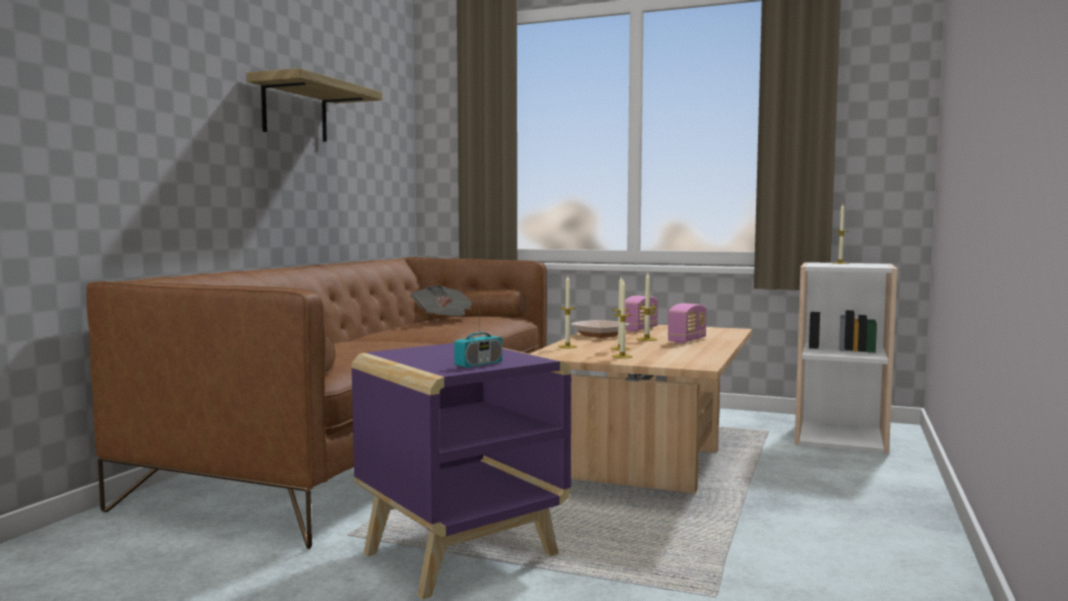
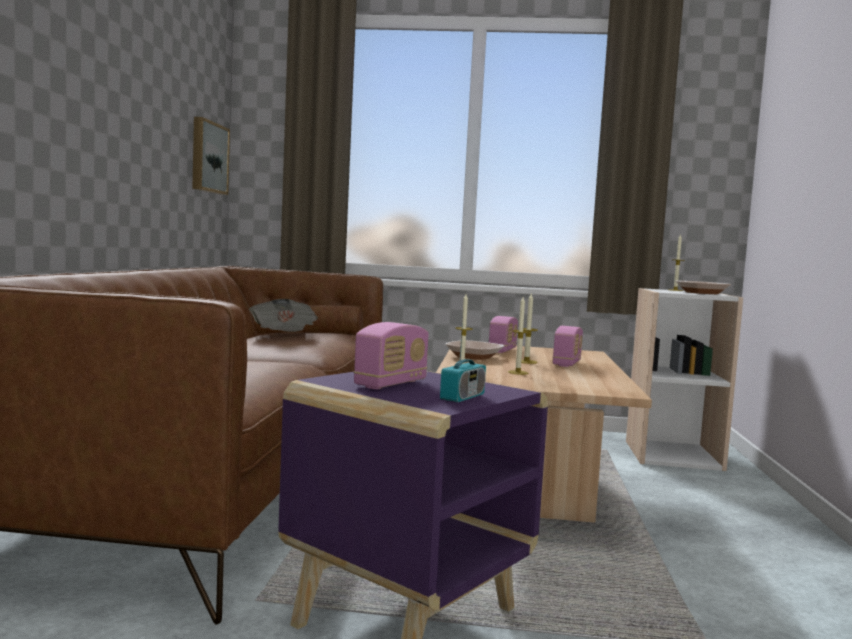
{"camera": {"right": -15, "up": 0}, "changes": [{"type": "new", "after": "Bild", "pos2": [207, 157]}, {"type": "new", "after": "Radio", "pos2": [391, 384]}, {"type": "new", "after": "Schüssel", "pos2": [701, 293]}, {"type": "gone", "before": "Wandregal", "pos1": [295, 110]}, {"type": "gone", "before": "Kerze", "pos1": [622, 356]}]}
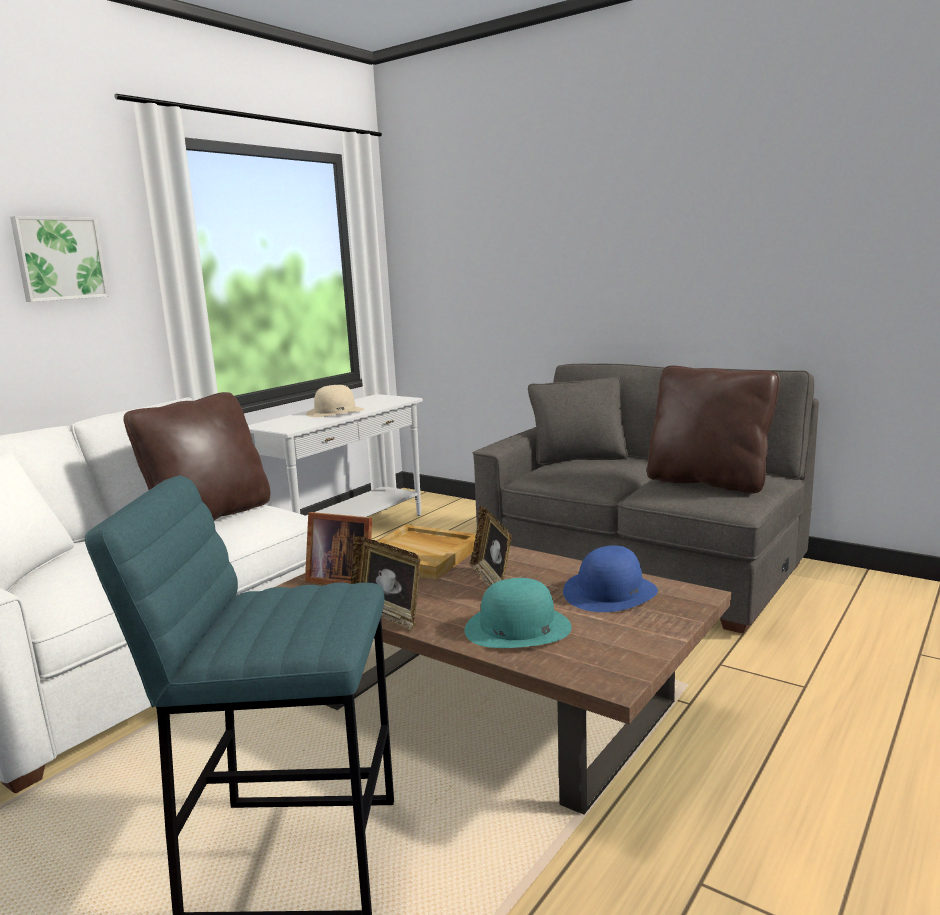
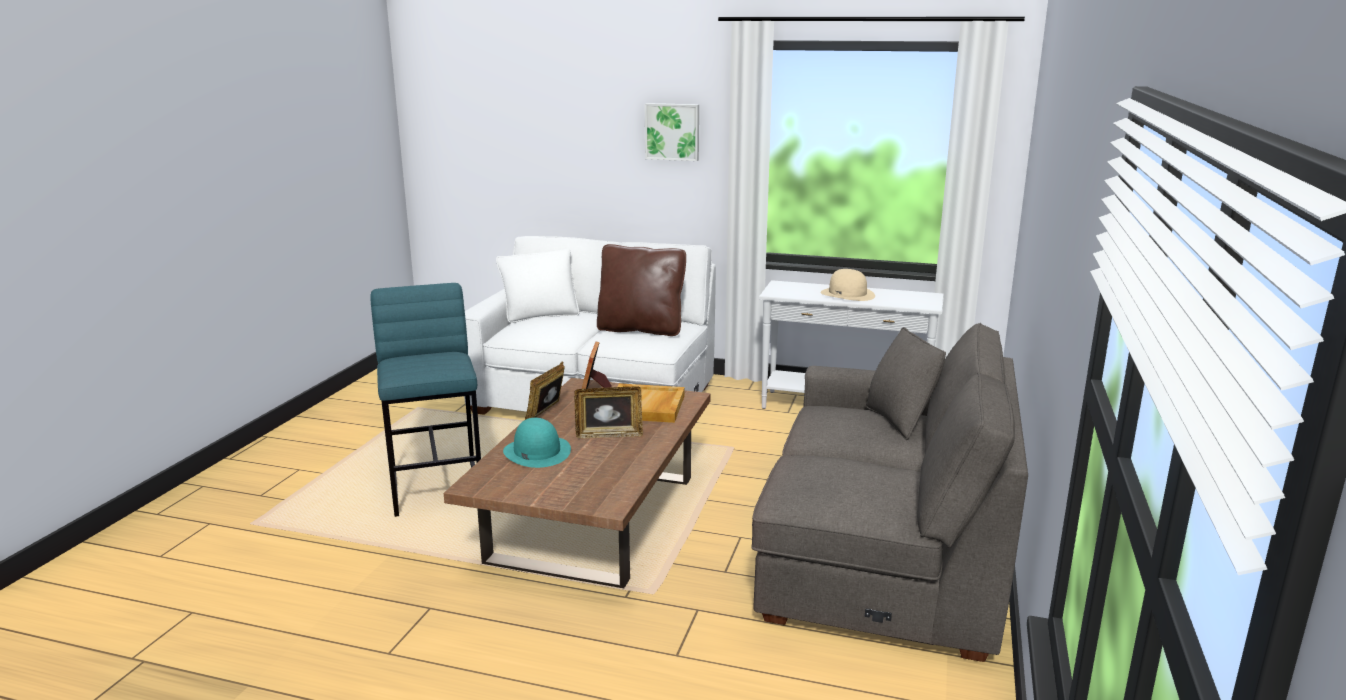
{"camera": {"right": 70, "up": 5}, "changes": [{"type": "rotated", "before": "Bilderrahmen", "pos1": [492, 581], "pos2": [609, 435], "turn": -150}, {"type": "gone", "before": "Hut/blau", "pos1": [610, 591]}, {"type": "gone", "before": "Kissen/braun", "pos1": [708, 481]}]}
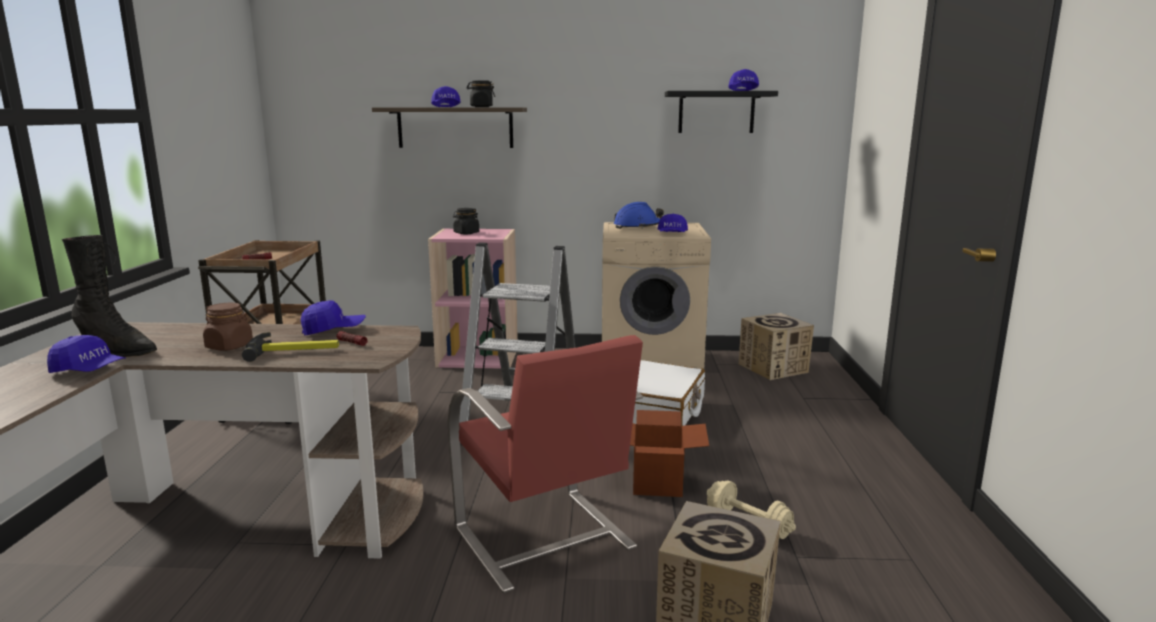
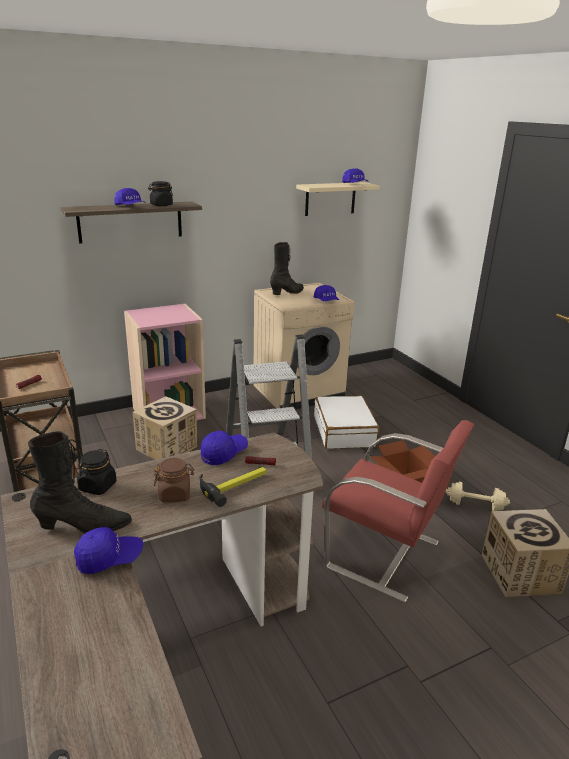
{"camera": {"right": -30, "up": 10}, "changes": [{"type": "shifted", "before": "Vorratsglas/schwarz", "pos1": [466, 233], "pos2": [97, 486]}, {"type": "shifted", "before": "Karton", "pos1": [773, 368], "pos2": [167, 448]}, {"type": "swapped", "before": "Schutzhelm/blau", "after": "Stiefel/schwarz", "pos1": [637, 226], "pos2": [287, 293]}, {"type": "repainted", "before": "Wandregal/schwarz", "after": "Wandregal/beige", "pos1": [716, 112], "pos2": [330, 199]}]}
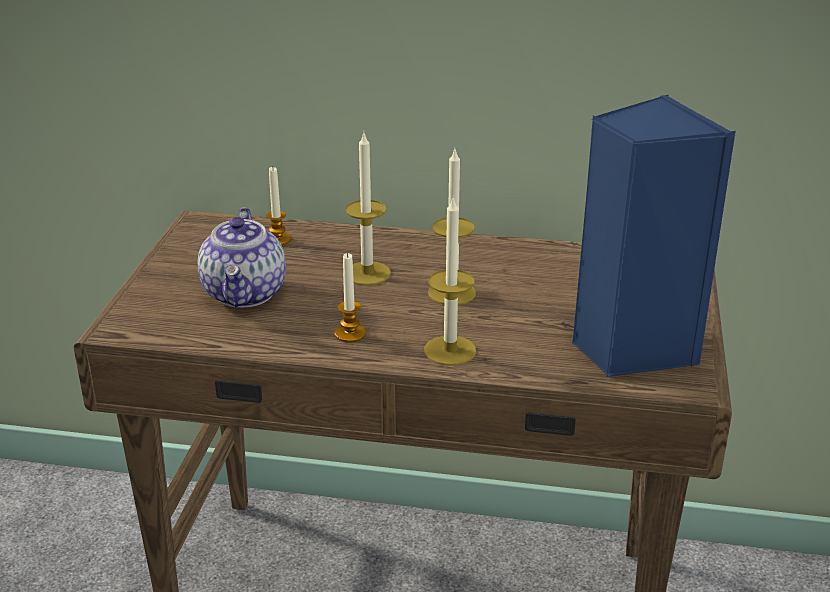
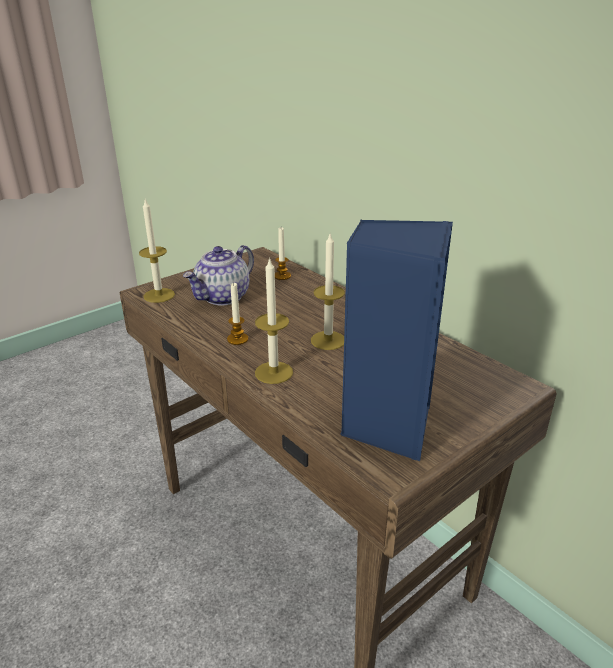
{"camera": {"right": 40, "up": 0}, "changes": [{"type": "shifted", "before": "Kerze", "pos1": [367, 273], "pos2": [159, 295]}]}
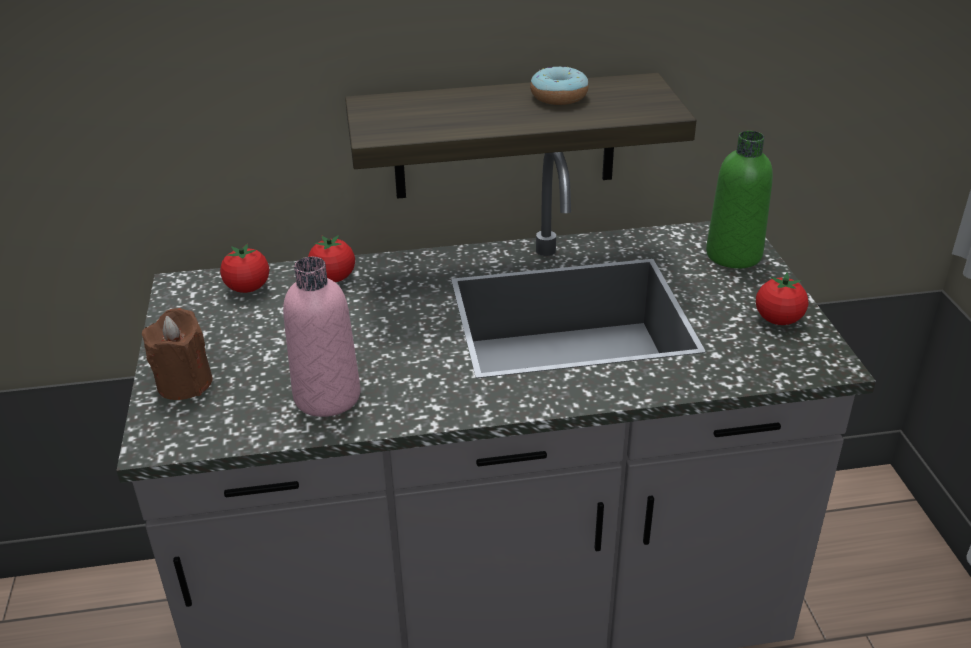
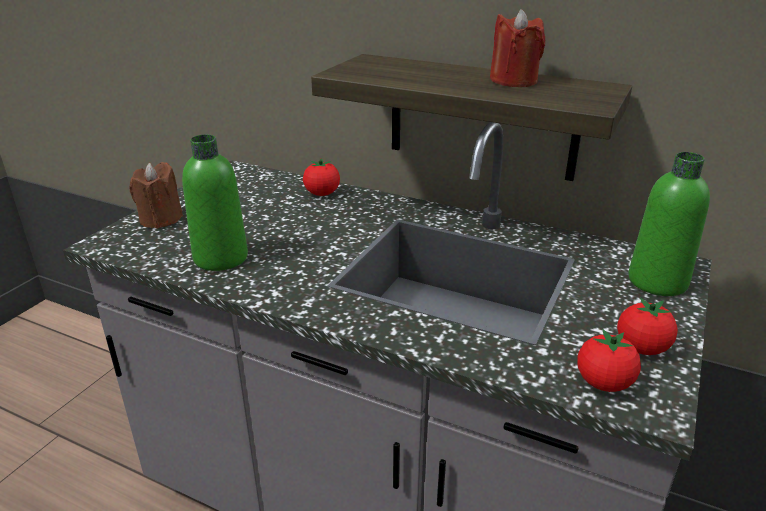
{"camera": {"right": 35, "up": -5}, "changes": [{"type": "repainted", "before": "Flasche/rosa", "after": "Flasche/grün", "pos1": [327, 396], "pos2": [221, 258]}, {"type": "swapped", "before": "Donut", "after": "Kerze/rot", "pos1": [559, 96], "pos2": [513, 81]}, {"type": "shifted", "before": "Tomate", "pos1": [248, 288], "pos2": [603, 383]}]}
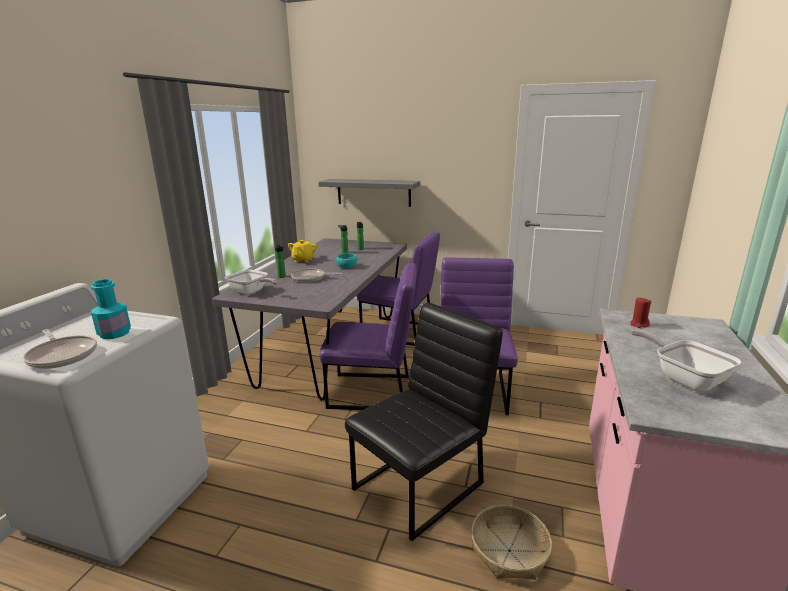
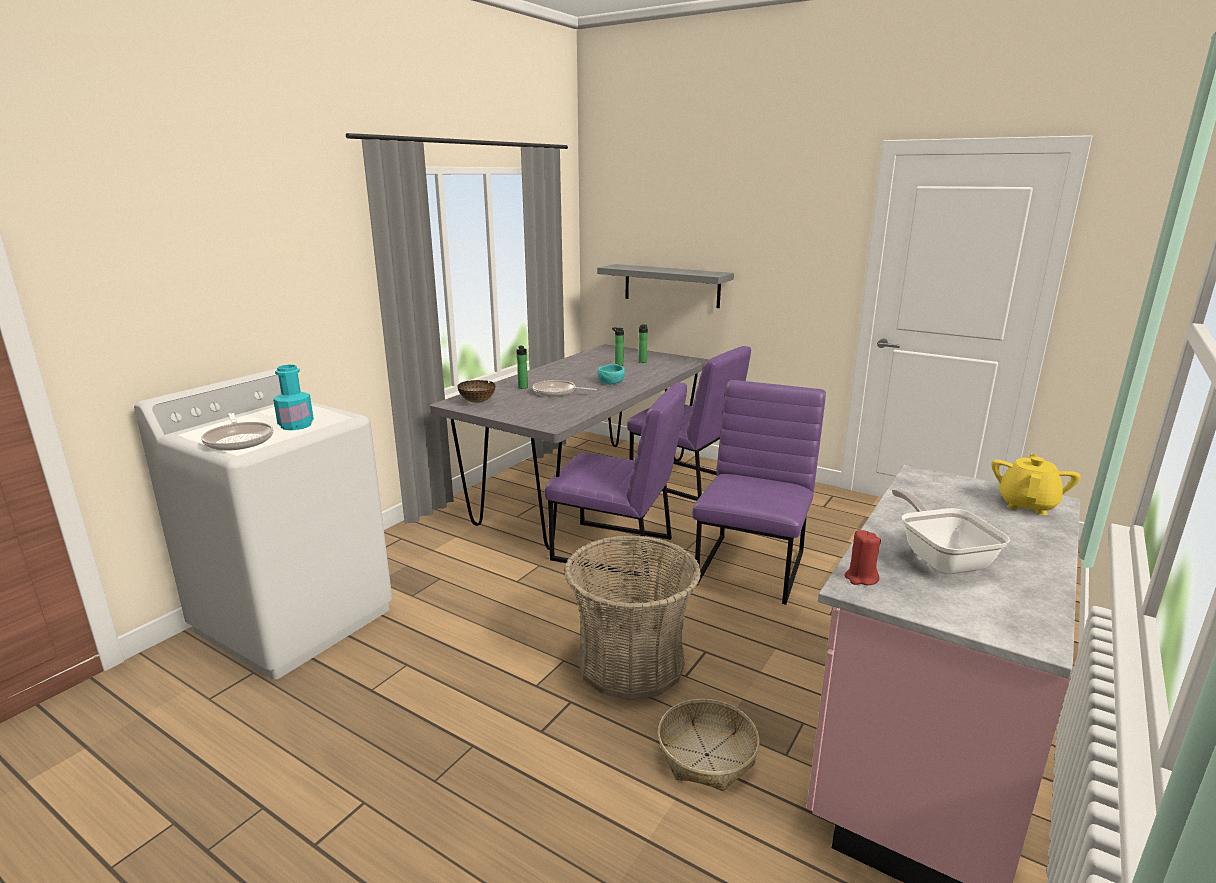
{"camera": {"right": 15, "up": 0}, "changes": [{"type": "swapped", "before": "Pfanne", "after": "Schüssel", "pos1": [251, 292], "pos2": [477, 402]}, {"type": "swapped", "before": "Stuhl/schwarz", "after": "Korb", "pos1": [421, 484], "pos2": [631, 663]}, {"type": "shifted", "before": "Kerze/rot", "pos1": [639, 324], "pos2": [861, 578]}, {"type": "shifted", "before": "Teekanne/gelb", "pos1": [303, 260], "pos2": [1027, 505]}]}
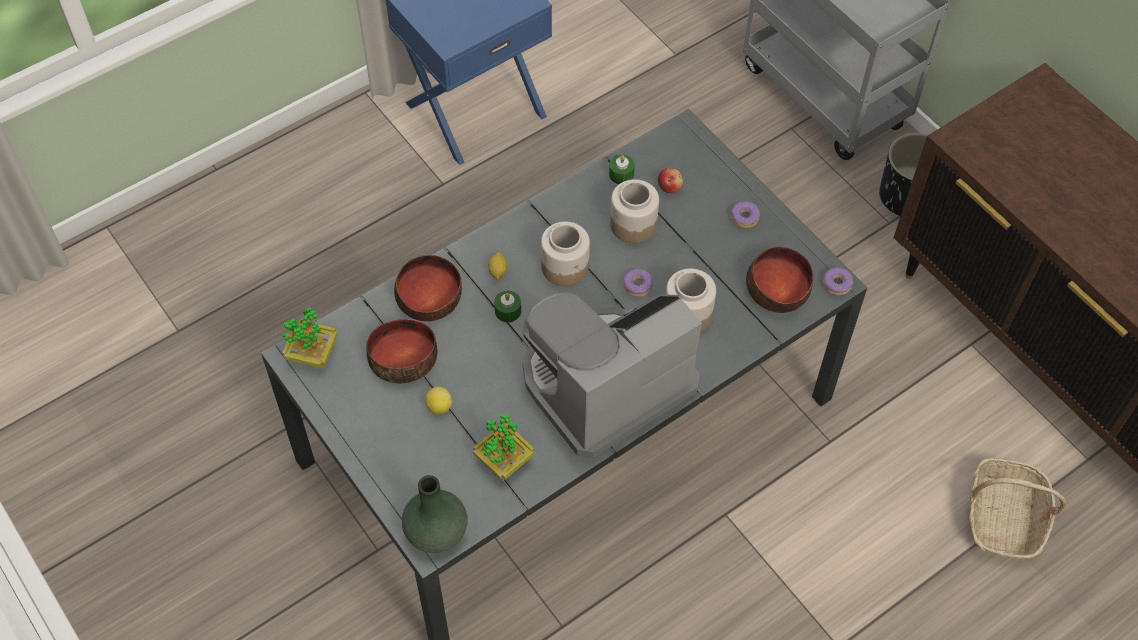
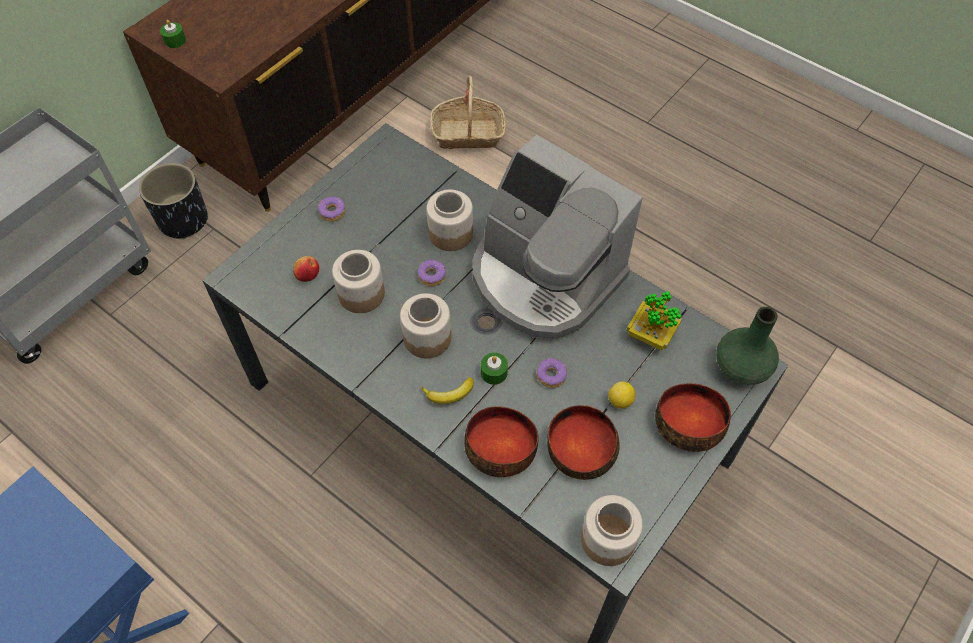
{"camera": {"right": -105, "up": 0}, "changes": [{"type": "shifted", "before": "Kerze/grün", "pos1": [621, 174], "pos2": [175, 40]}, {"type": "swapped", "before": "Zitrone", "after": "Banane", "pos1": [498, 271], "pos2": [449, 394]}, {"type": "shifted", "before": "Donut", "pos1": [837, 284], "pos2": [551, 375]}, {"type": "swapped", "before": "Topfpflanze", "after": "Vorratsglas", "pos1": [312, 353], "pos2": [607, 540]}, {"type": "shifted", "before": "Schüssel", "pos1": [778, 289], "pos2": [690, 423]}]}
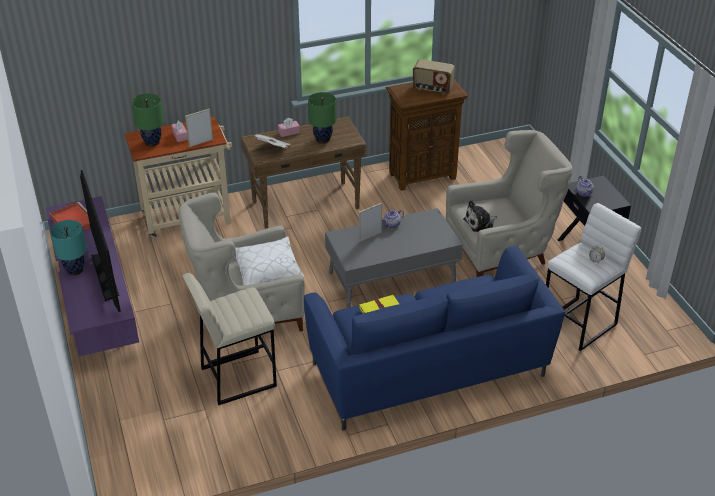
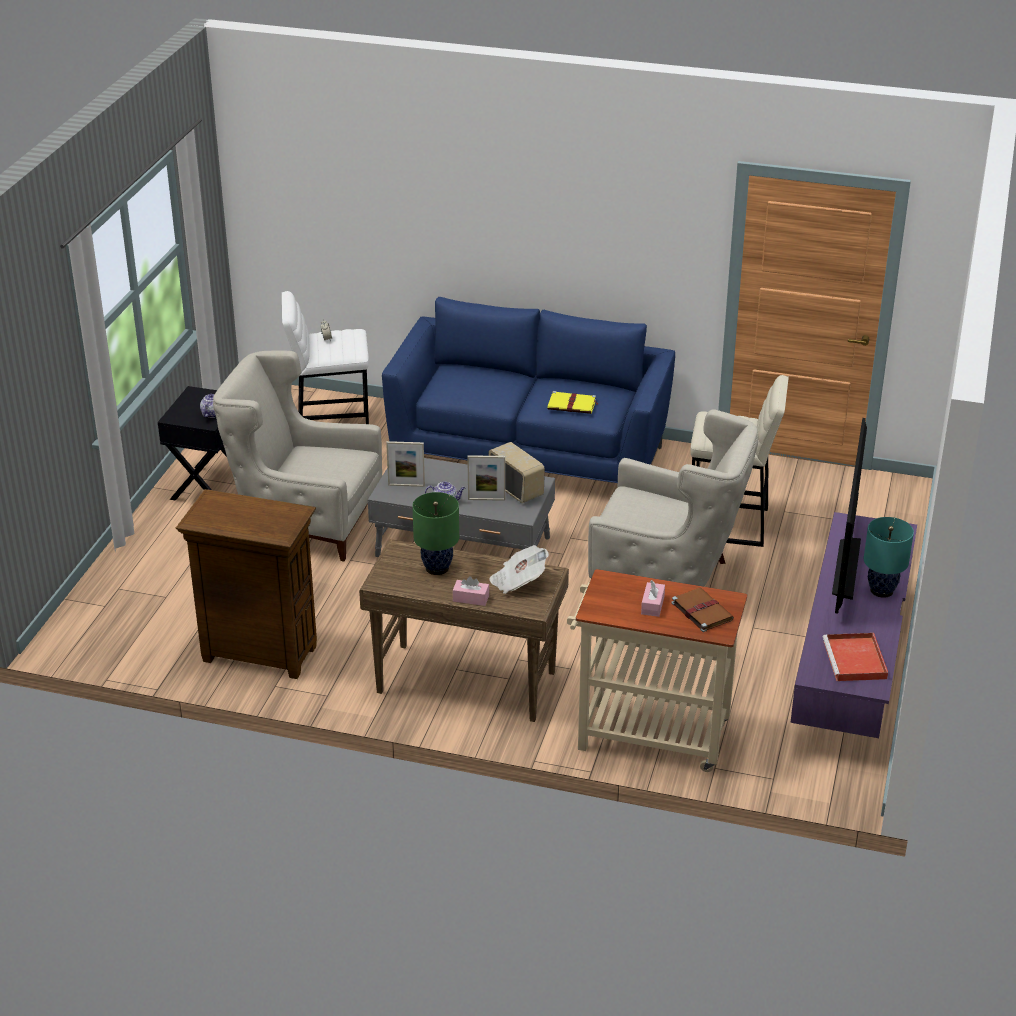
{"camera": {"right": -145, "up": -5}, "changes": [{"type": "shifted", "before": "Bilderrahmen", "pos1": [201, 143], "pos2": [406, 485]}, {"type": "shifted", "before": "Radio", "pos1": [432, 89], "pos2": [517, 489]}, {"type": "swapped", "before": "Tischlampe/grün", "after": "Buch/braun", "pos1": [152, 142], "pos2": [701, 611]}, {"type": "gone", "before": "Kissen/weiß", "pos1": [267, 269]}, {"type": "gone", "before": "Plüschtier", "pos1": [480, 223]}]}
